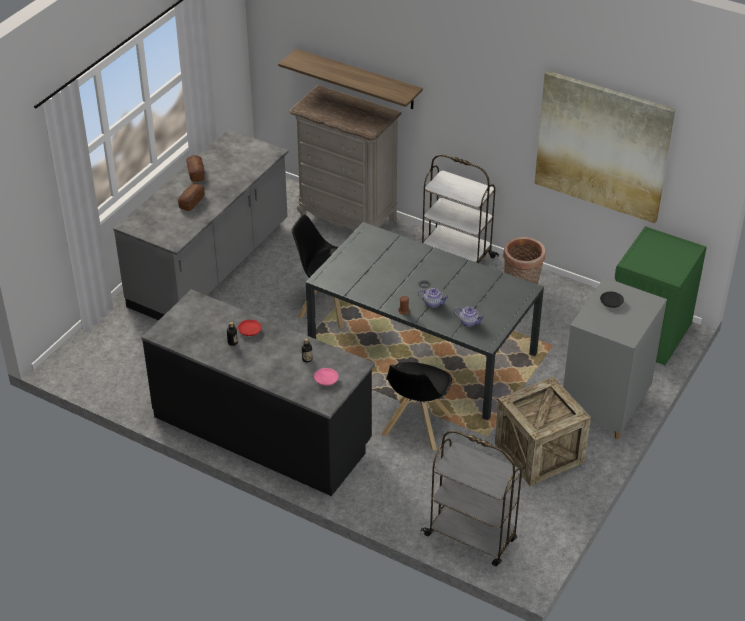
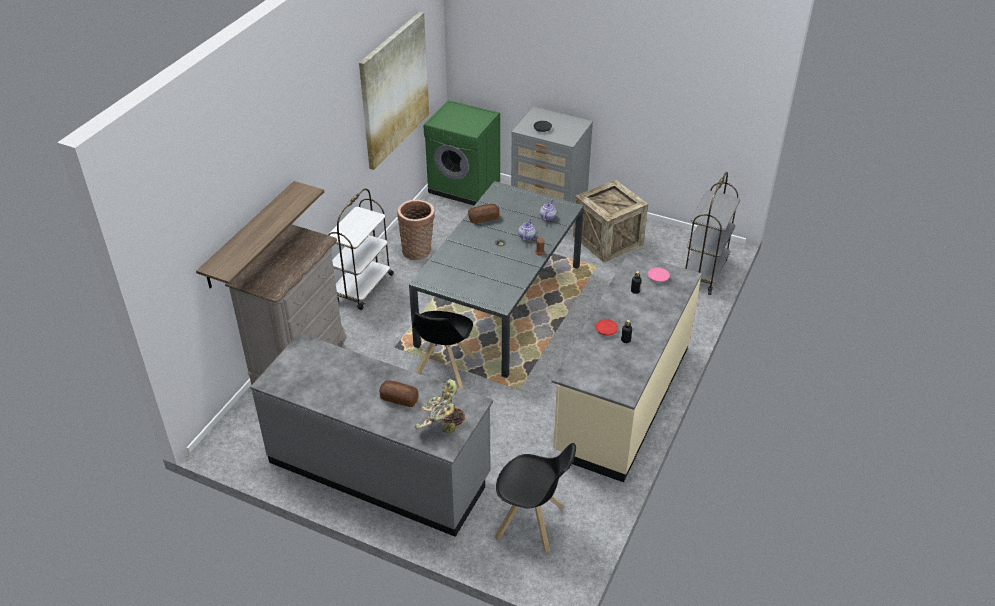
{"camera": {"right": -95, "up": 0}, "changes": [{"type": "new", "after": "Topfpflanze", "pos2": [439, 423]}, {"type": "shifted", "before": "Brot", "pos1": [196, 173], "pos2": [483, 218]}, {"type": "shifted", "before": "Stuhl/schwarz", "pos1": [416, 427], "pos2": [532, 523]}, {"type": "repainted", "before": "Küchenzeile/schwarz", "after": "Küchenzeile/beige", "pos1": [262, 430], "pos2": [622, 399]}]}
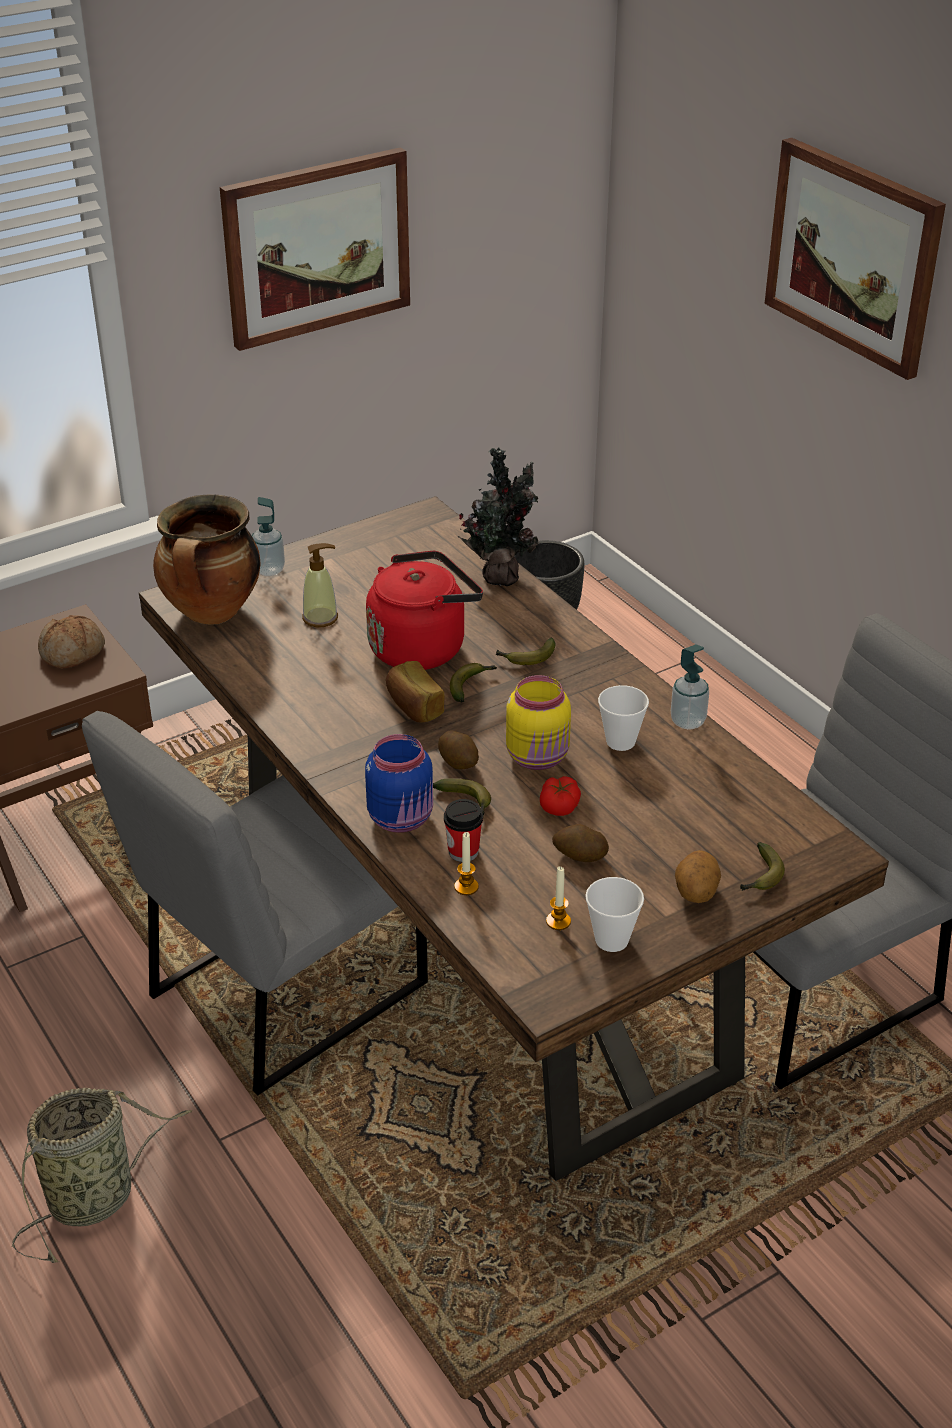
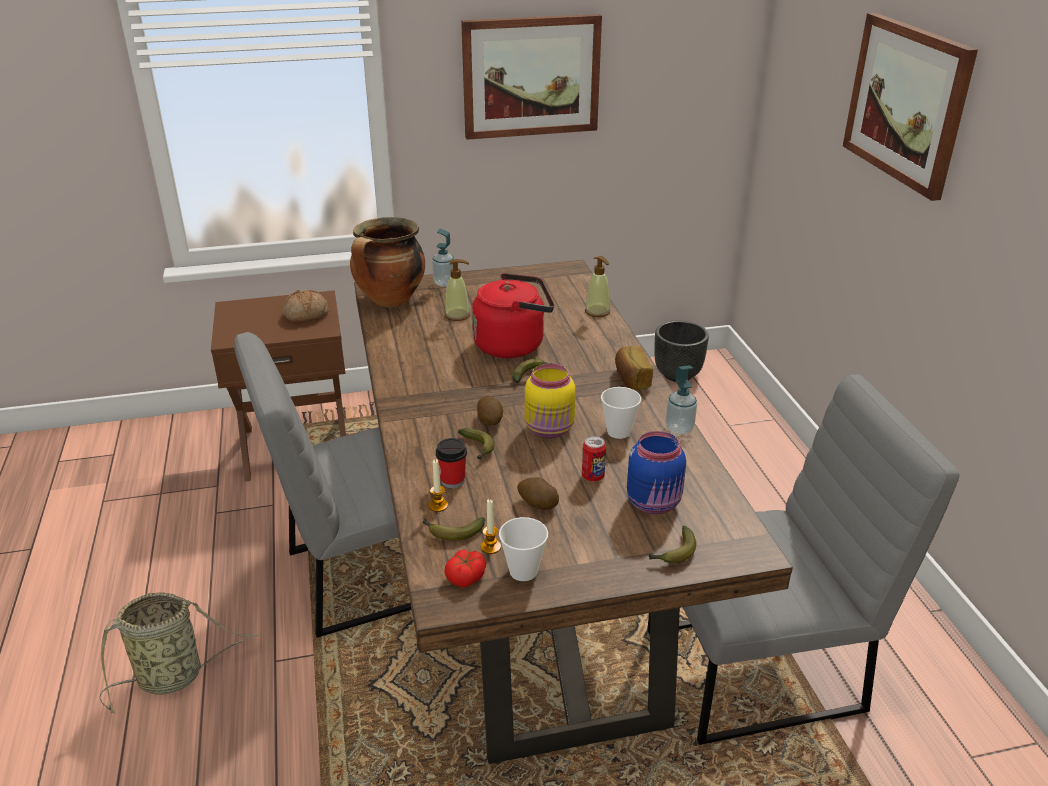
{"camera": {"right": 20, "up": -5}, "changes": [{"type": "shifted", "before": "Banane", "pos1": [526, 658], "pos2": [452, 532]}, {"type": "shifted", "before": "Tomate", "pos1": [560, 805], "pos2": [466, 577]}, {"type": "new", "after": "Dose", "pos2": [593, 476]}, {"type": "swapped", "before": "Topfpflanze", "after": "Seifenspender", "pos1": [500, 576], "pos2": [597, 312]}, {"type": "shifted", "before": "Brot", "pos1": [413, 707], "pos2": [631, 379]}, {"type": "shifted", "before": "Vorratsglas/blau", "pos1": [402, 818], "pos2": [655, 503]}, {"type": "gone", "before": "Kartoffel", "pos1": [695, 893]}]}
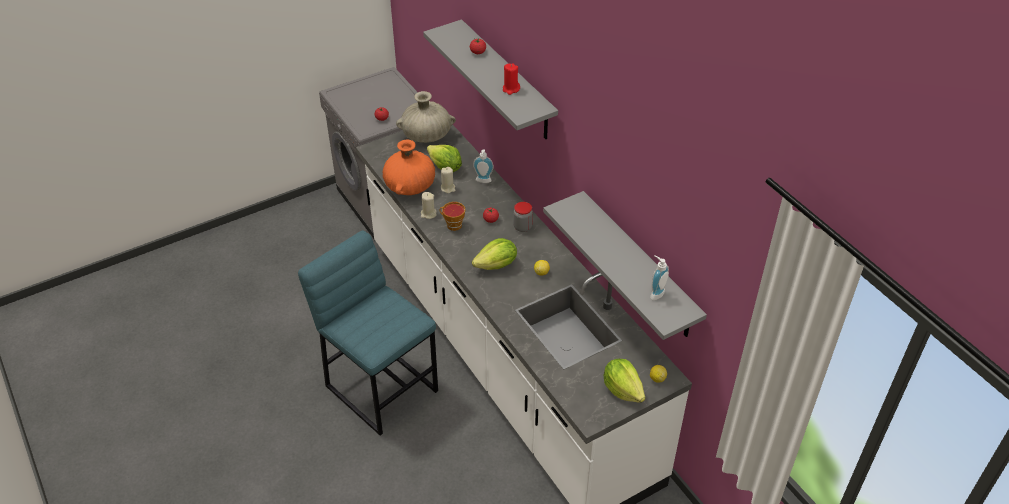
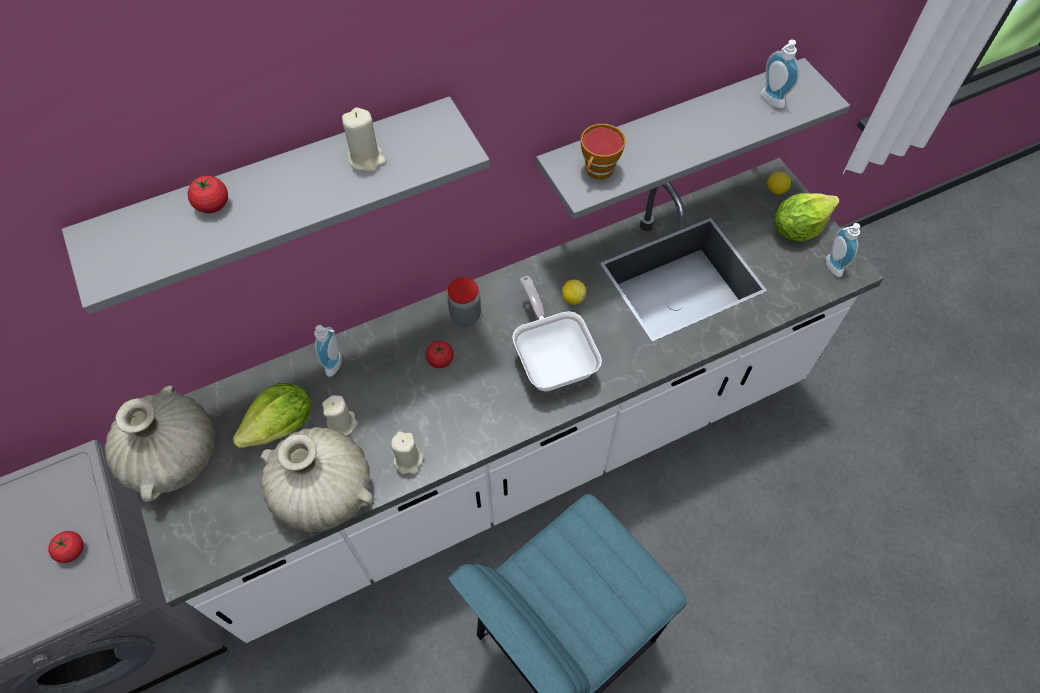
{"camera": {"right": -85, "up": 15}, "changes": [{"type": "repainted", "before": "Vase/orange", "after": "Vase/beige", "pos1": [409, 186], "pos2": [323, 492]}, {"type": "repainted", "before": "Kerze/rot", "after": "Kerze/beige", "pos1": [511, 89], "pos2": [366, 158]}, {"type": "swapped", "before": "Salatkopf", "after": "Pfanne", "pos1": [497, 265], "pos2": [552, 358]}, {"type": "shifted", "before": "Tasse", "pos1": [452, 225], "pos2": [598, 171]}, {"type": "new", "after": "Seifenspender", "pos2": [830, 267]}]}
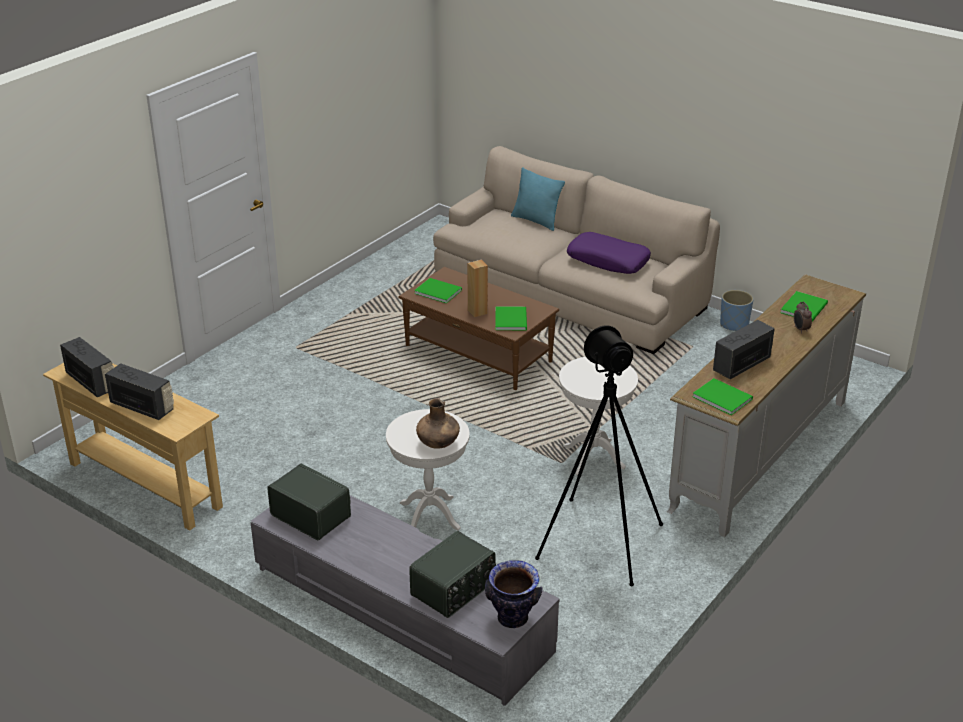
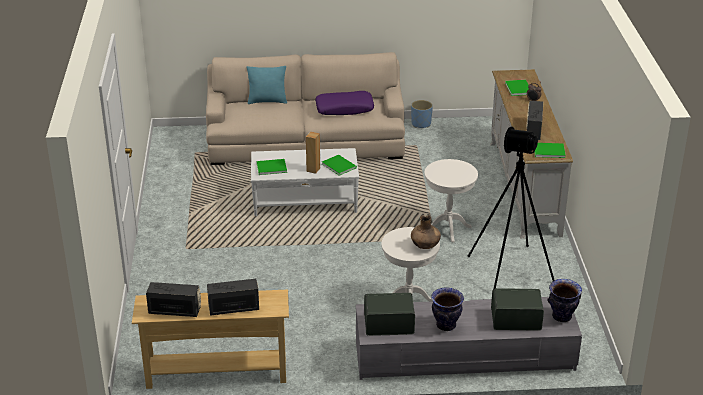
{"camera": {"right": -40, "up": 0}, "changes": [{"type": "repainted", "before": "Couchtisch/braun", "after": "Couchtisch/weiß", "pos1": [479, 354], "pos2": [305, 201]}, {"type": "new", "after": "Vase", "pos2": [445, 325]}, {"type": "rotated", "before": "Radio", "pos1": [454, 589], "pos2": [515, 319], "turn": -90}]}
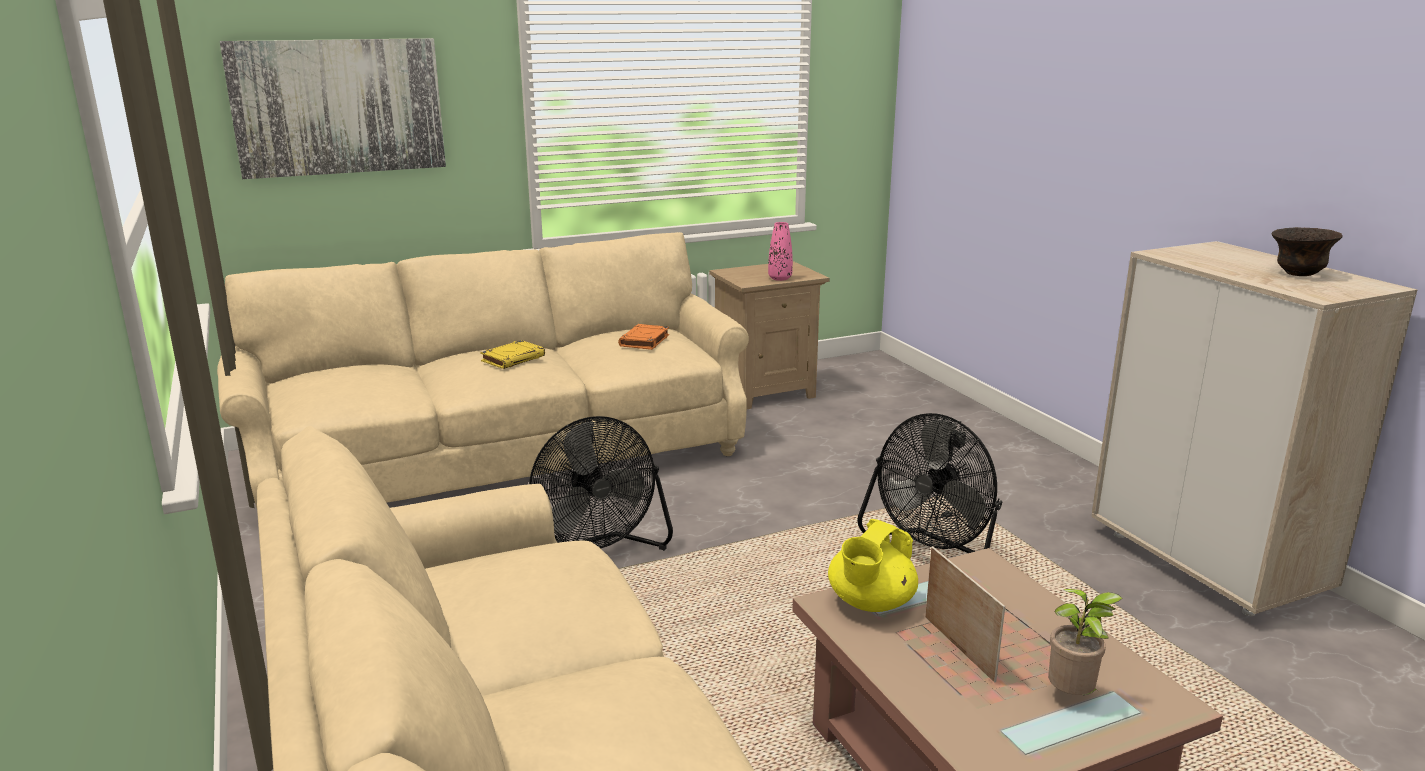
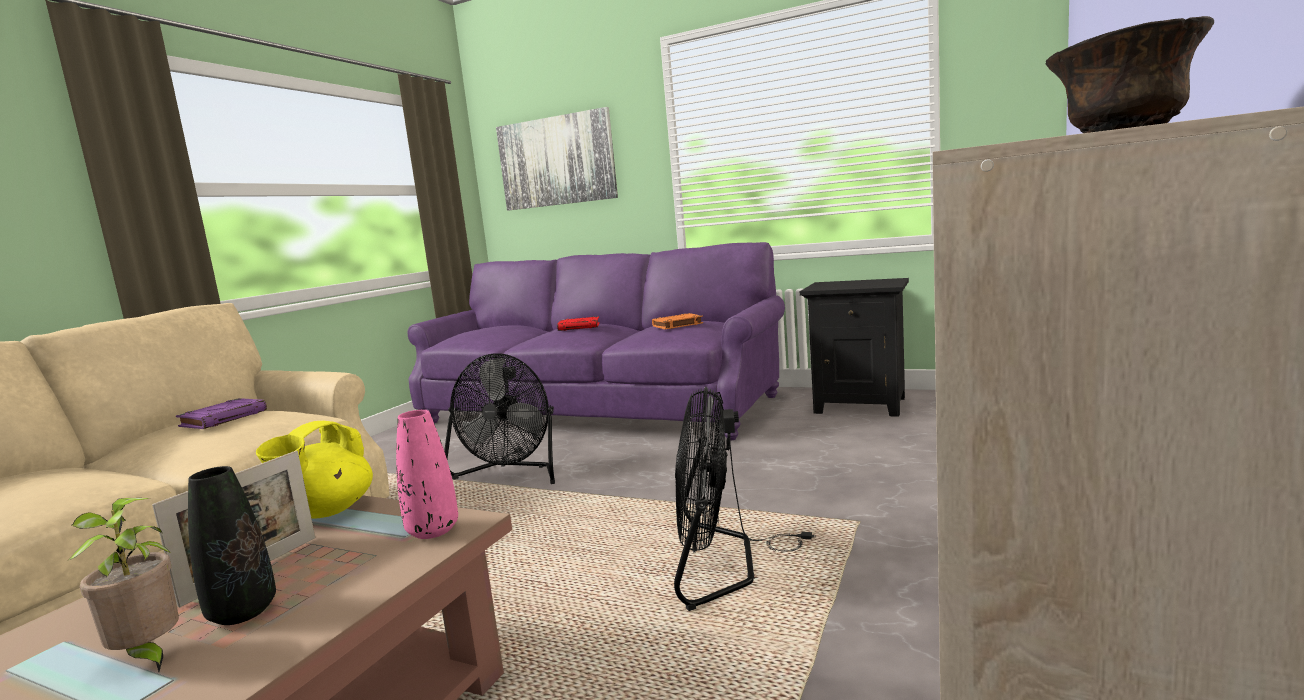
{"camera": {"right": 50, "up": -10}, "changes": [{"type": "new", "after": "Buch/lila", "pos2": [224, 418]}, {"type": "new", "after": "Vase/schwarz", "pos2": [242, 612]}, {"type": "rotated", "before": "Teekanne/gelb", "pos1": [870, 603], "pos2": [325, 511], "turn": -60}, {"type": "shifted", "before": "Vase/rosa", "pos1": [780, 278], "pos2": [433, 531]}, {"type": "repainted", "before": "Sofa/beige", "after": "Sofa/lila", "pos1": [502, 459], "pos2": [598, 410]}, {"type": "repainted", "before": "Buch/gelb", "after": "Buch/rot", "pos1": [513, 358], "pos2": [579, 327]}, {"type": "repainted", "before": "Nachttisch/beige", "after": "Nachttisch/schwarz", "pos1": [767, 393], "pos2": [861, 406]}]}
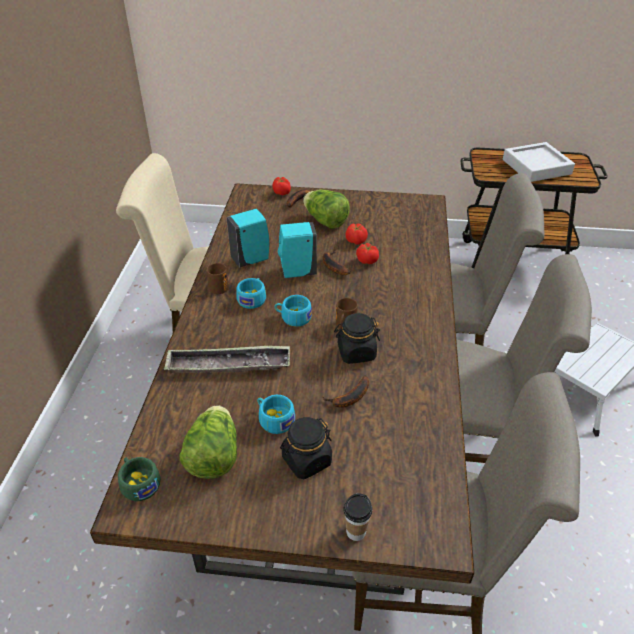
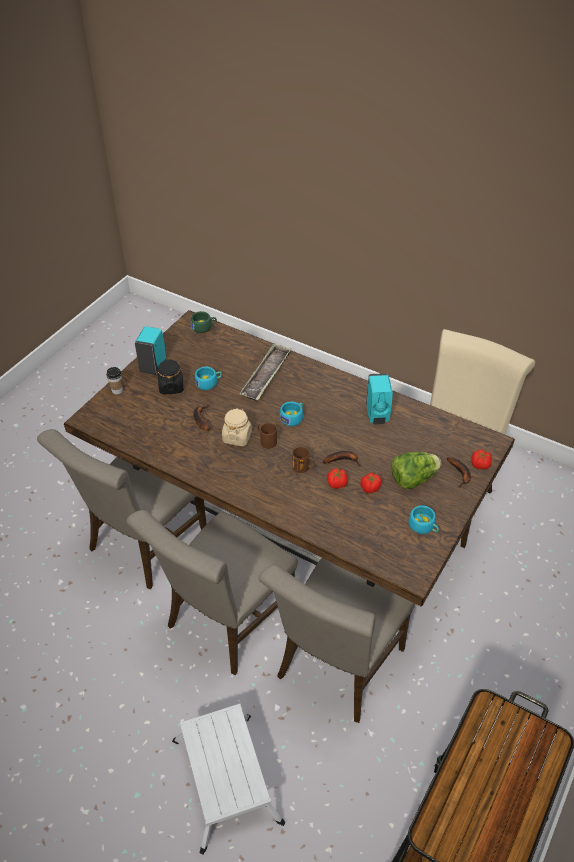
{"camera": {"right": 115, "up": 5}, "changes": [{"type": "shifted", "before": "Seifenspender/türkis", "pos1": [296, 272], "pos2": [153, 365]}, {"type": "repainted", "before": "Vorratsglas/schwarz", "after": "Vorratsglas/beige", "pos1": [356, 352], "pos2": [237, 437]}, {"type": "shifted", "before": "Henkelbecher/braun", "pos1": [219, 285], "pos2": [304, 467]}, {"type": "shifted", "before": "Tasse/türkis", "pos1": [253, 298], "pos2": [424, 526]}, {"type": "gone", "before": "Salatkopf", "pos1": [213, 456]}, {"type": "gone", "before": "Tablett/grau", "pos1": [536, 167]}]}
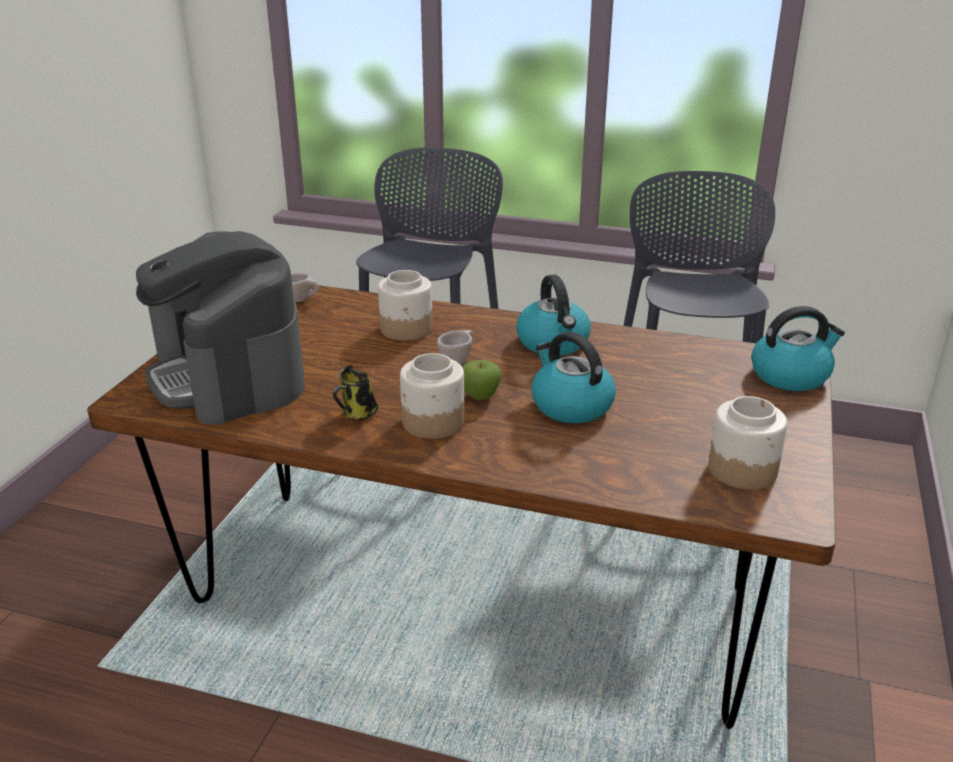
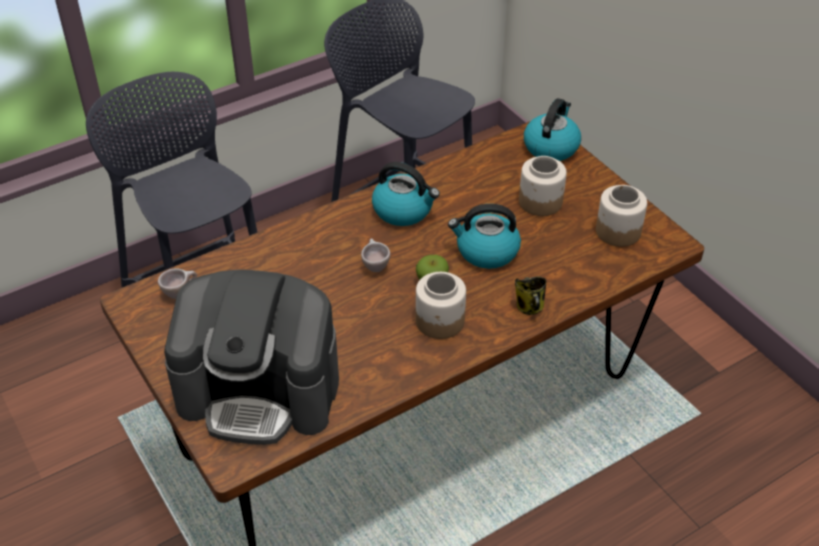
{"camera": {"right": -50, "up": 15}, "changes": [{"type": "shifted", "before": "Henkelbecher", "pos1": [357, 415], "pos2": [530, 308]}, {"type": "shifted", "before": "Vorratsglas", "pos1": [407, 329], "pos2": [541, 202]}]}
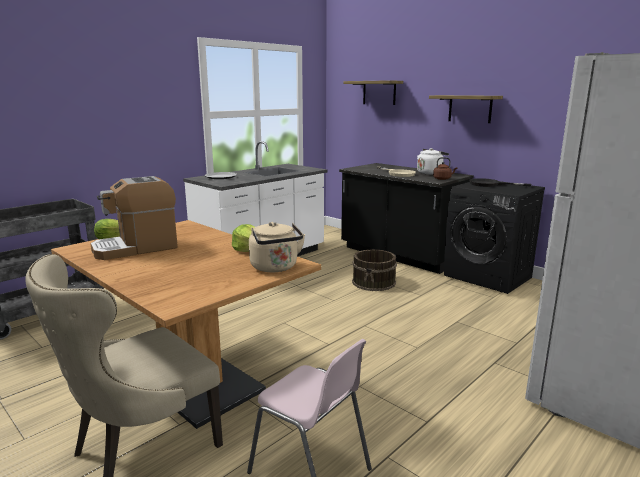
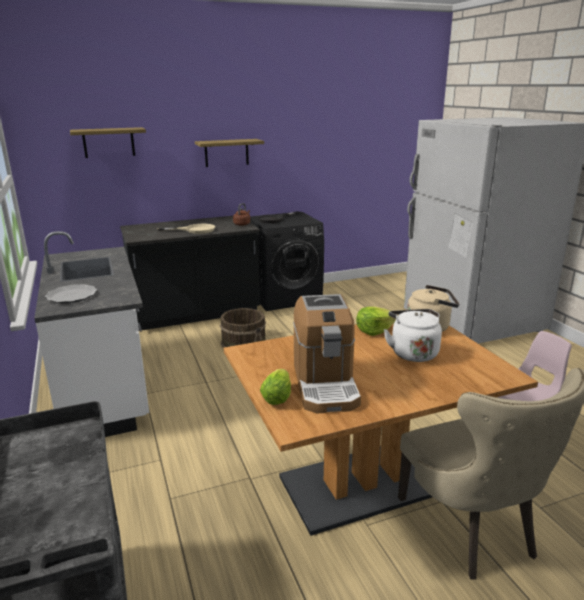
{"camera": {"right": -65, "up": 5}, "changes": [{"type": "shifted", "before": "Wasserkessel/weiß", "pos1": [430, 173], "pos2": [412, 352]}]}
